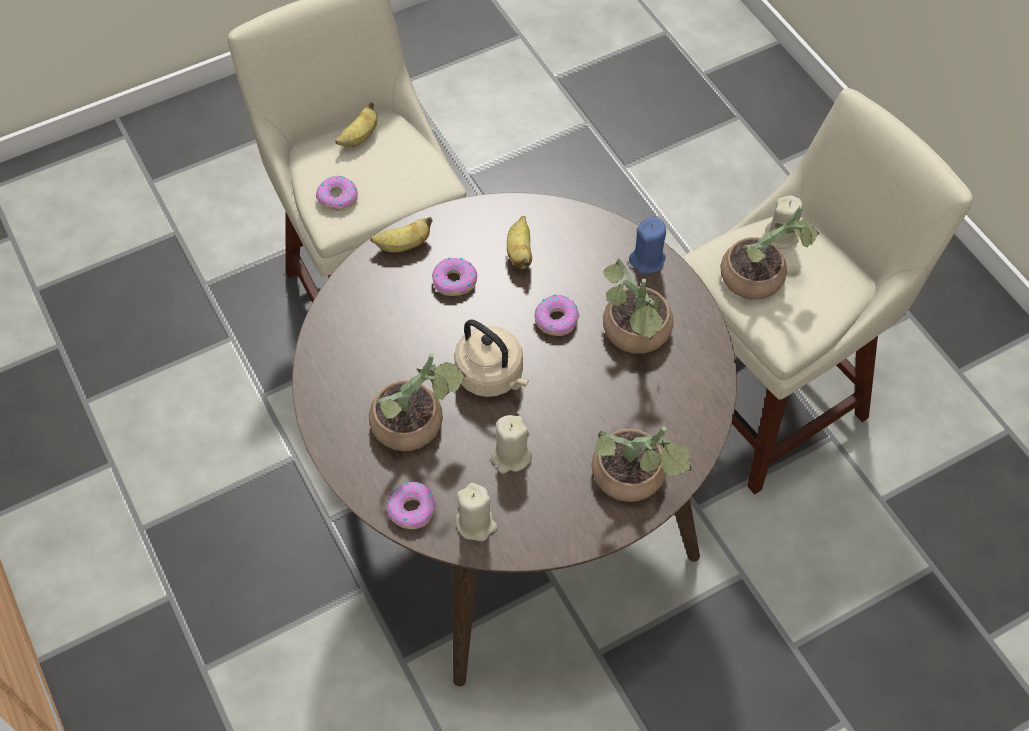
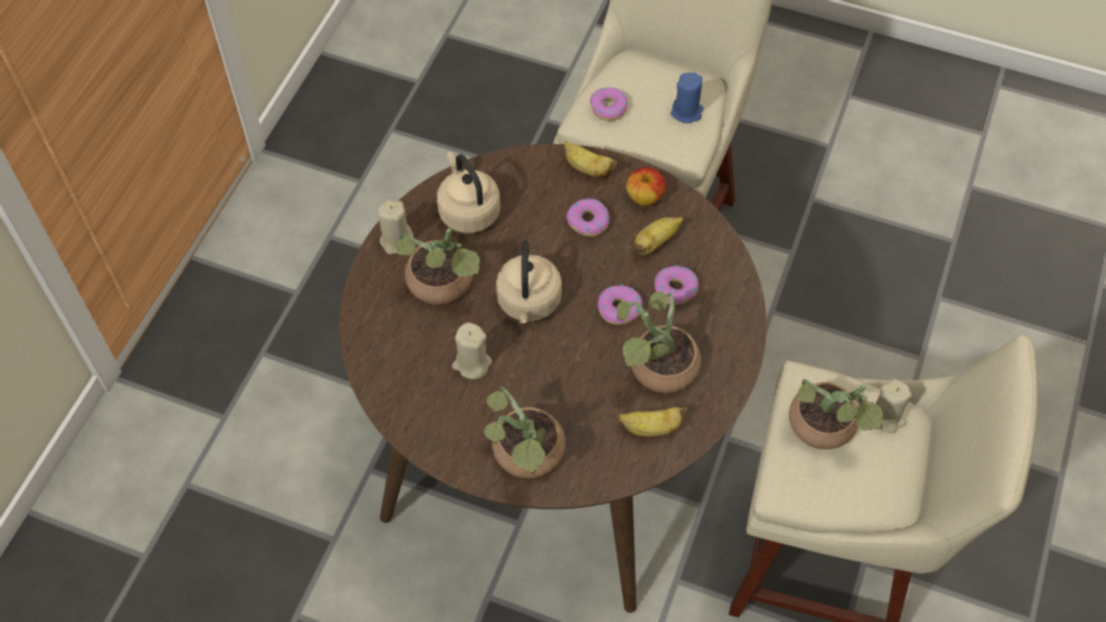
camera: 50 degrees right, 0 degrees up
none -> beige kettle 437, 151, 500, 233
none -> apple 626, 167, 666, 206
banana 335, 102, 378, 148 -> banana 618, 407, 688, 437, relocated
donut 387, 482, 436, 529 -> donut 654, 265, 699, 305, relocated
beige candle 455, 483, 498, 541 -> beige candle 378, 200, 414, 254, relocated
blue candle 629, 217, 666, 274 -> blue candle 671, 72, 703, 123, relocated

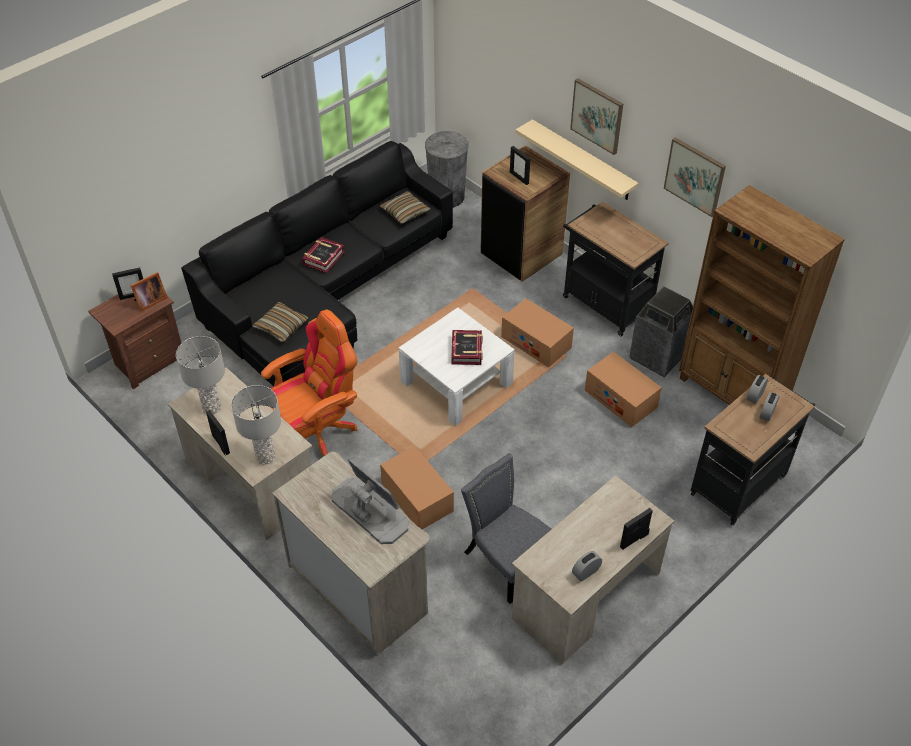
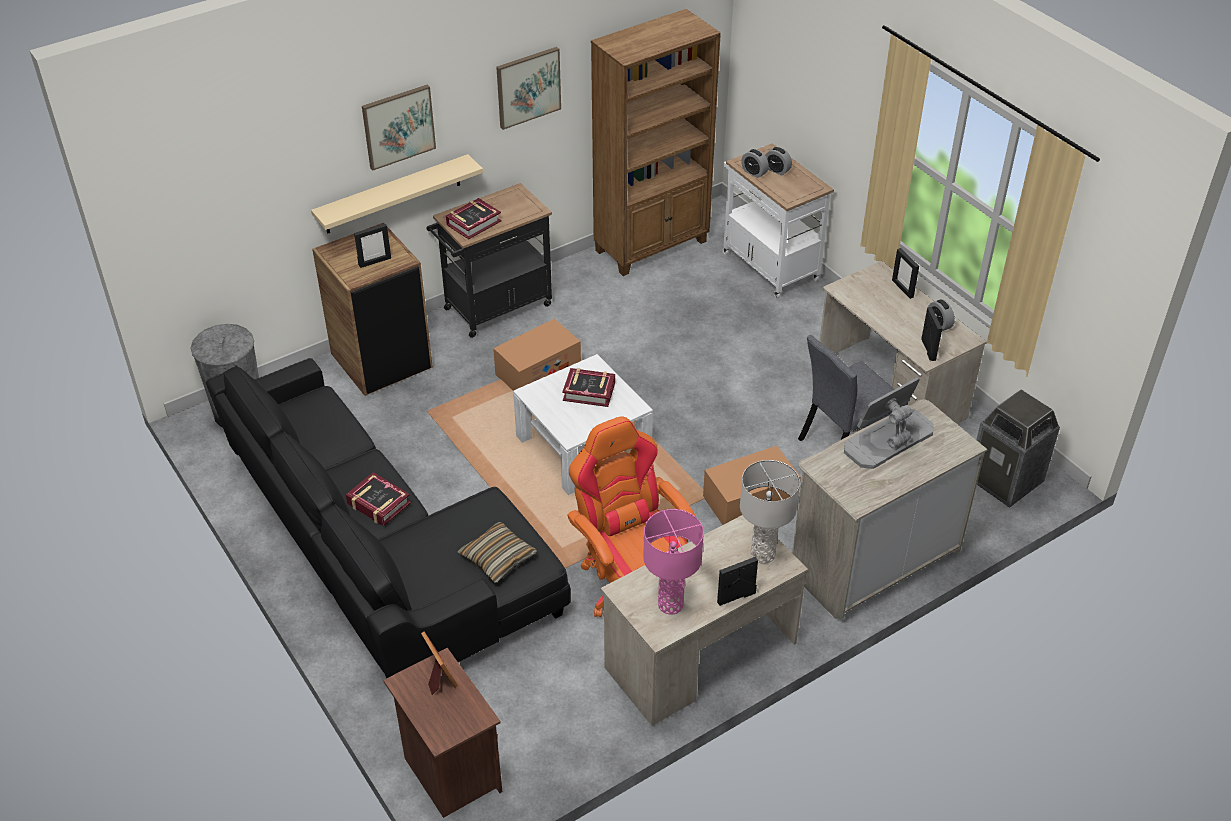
camera: 80 degrees left, 5 degrees down
pillow 380, 191, 430, 224 -> none
cardboard box 585, 351, 662, 427 -> none
none -> book 446, 198, 501, 239
picture frame 112, 267, 143, 300 -> picture frame 921, 307, 942, 361, relocated
trash can 629, 286, 693, 377 -> trash can 976, 389, 1060, 508, relocated
white table lamp 176, 336, 225, 414 -> pink table lamp 643, 509, 704, 615
black cart 690, 374, 815, 526 -> white cart 723, 144, 834, 298

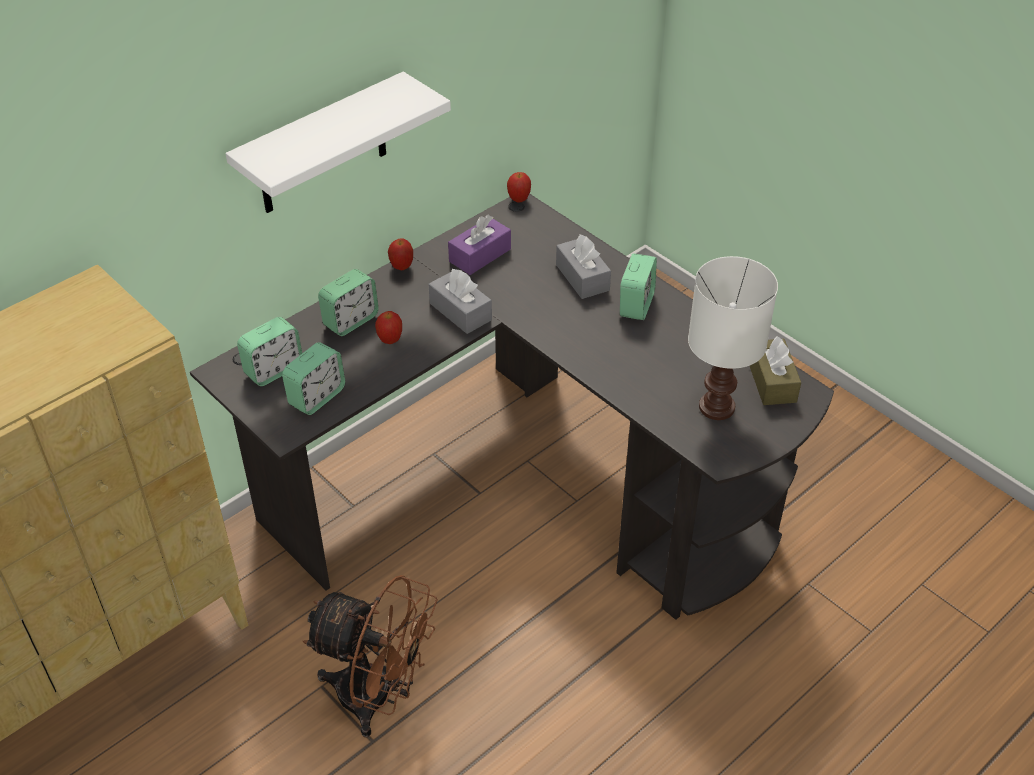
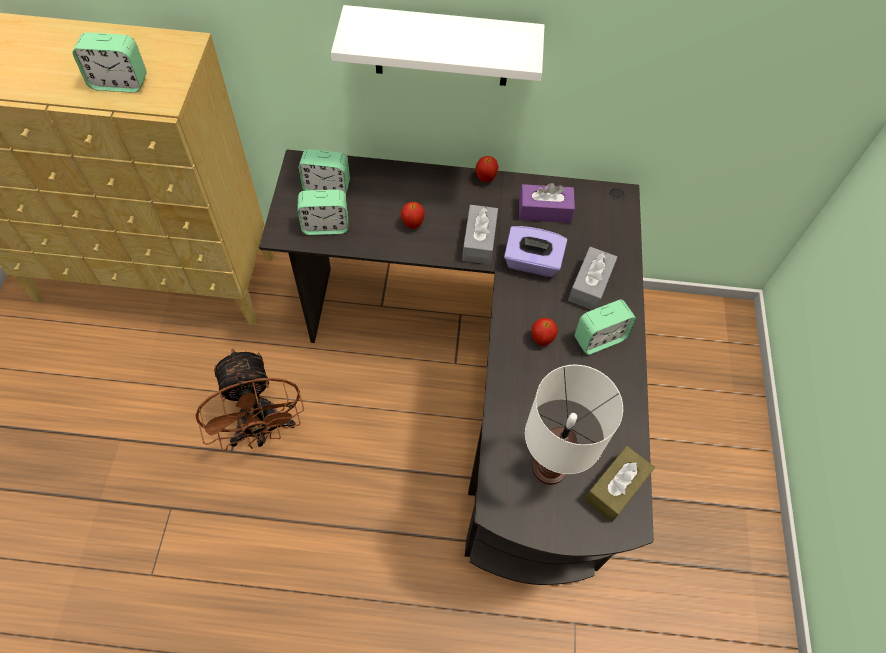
camera: 45 degrees right, 15 degrees up
none -> purple tissue box 504, 226, 567, 277
alarm clock 318, 269, 379, 336 -> alarm clock 72, 32, 147, 93, relocated
apple 507, 172, 531, 203 -> apple 532, 318, 558, 346, relocated

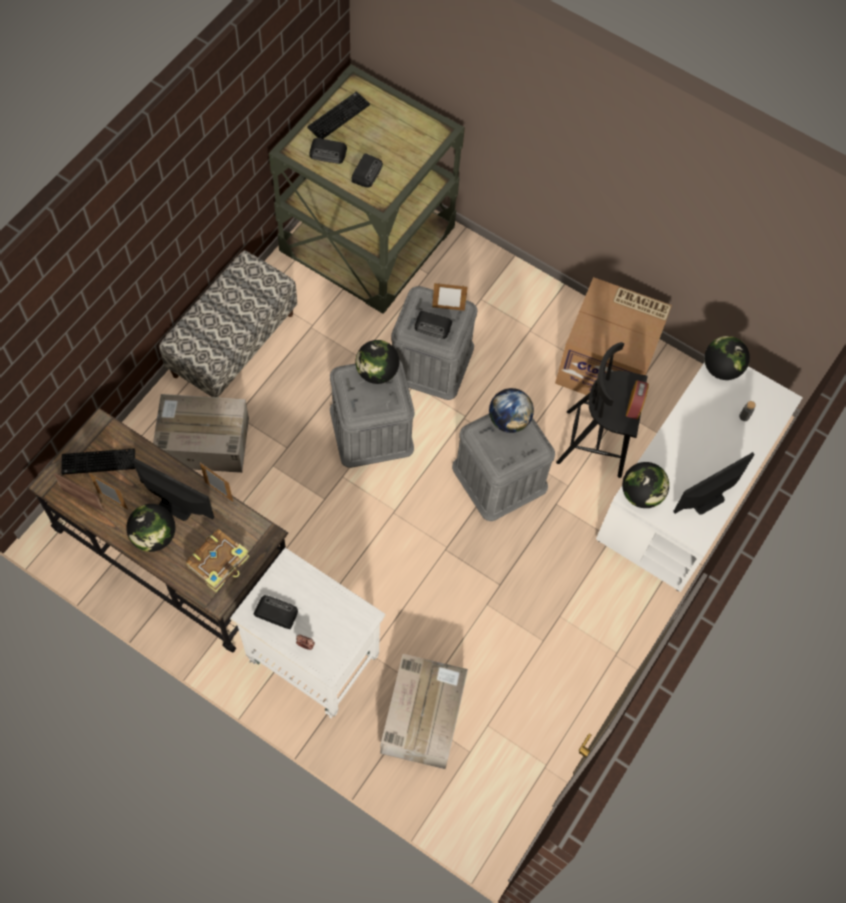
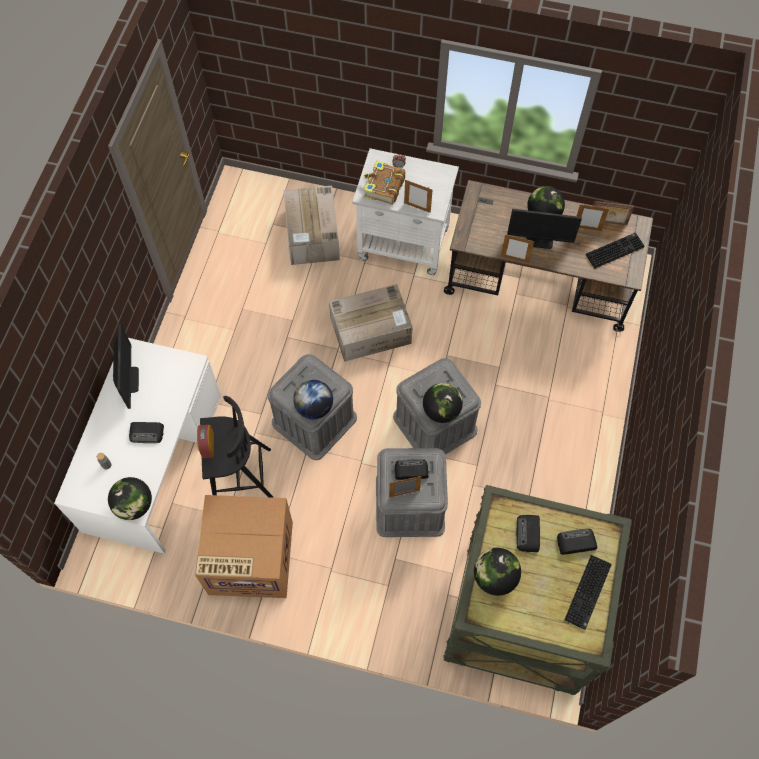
camera: 165 degrees right, 0 degrees up
bench 159, 250, 297, 398 -> none
none -> picture frame 404, 180, 432, 213
cardboard box 153, 394, 249, 473 -> cardboard box 329, 284, 413, 362, relocated
book 186, 529, 250, 592 -> book 363, 160, 405, 205, relocated
radio 254, 595, 298, 629 -> radio 129, 422, 164, 443, relocated
globe 622, 462, 669, 508 -> globe 474, 548, 521, 596, relocated
monitor 673, 452, 755, 515 -> monitor 113, 324, 139, 409, 45 degrees counterclockwise

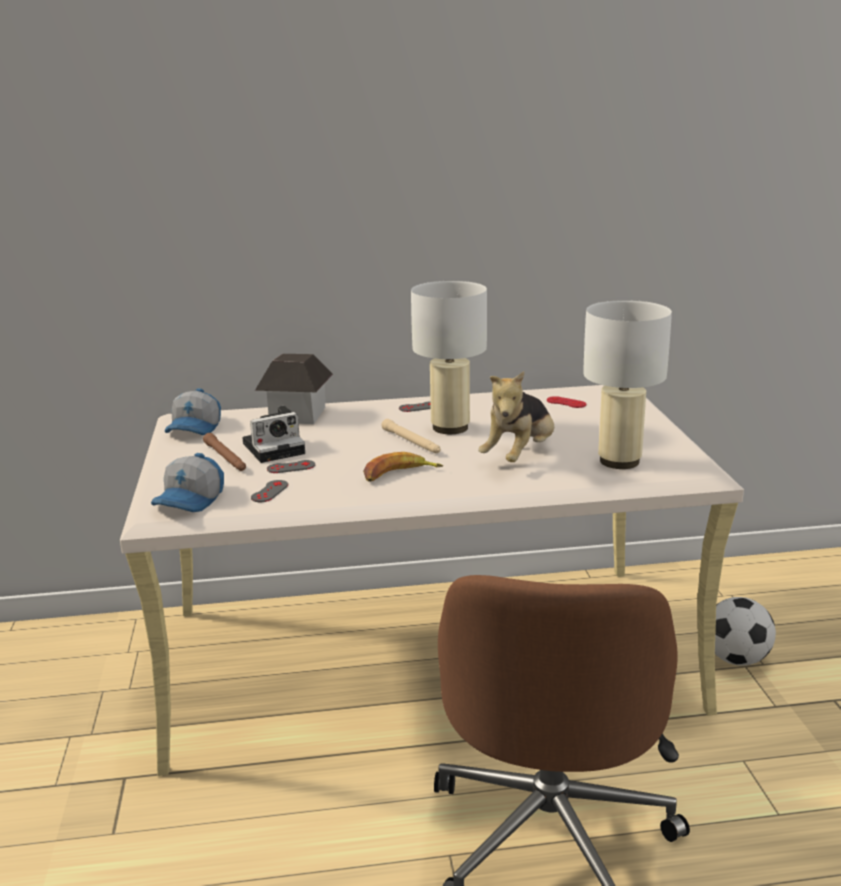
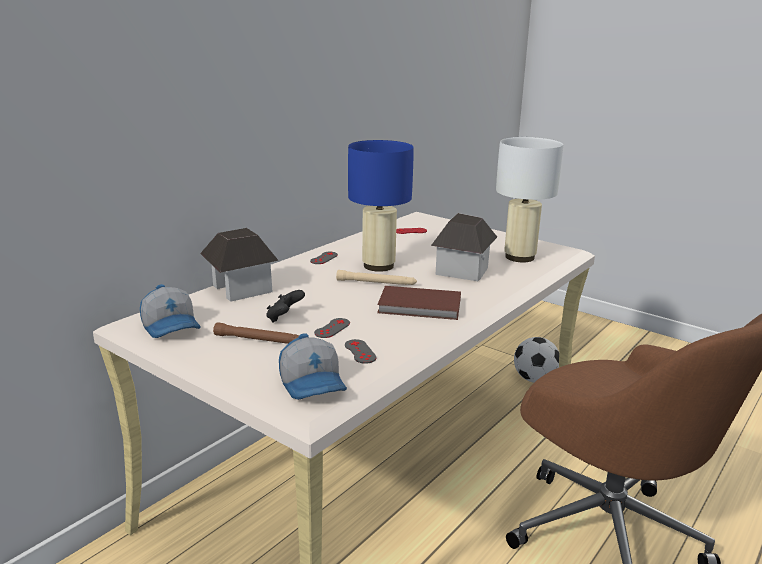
camera: 45 degrees left, 0 degrees up
photo camera 242, 406, 305, 463 -> black game controller 266, 290, 305, 323
banana 363, 452, 443, 482 -> brown book 377, 286, 461, 320
plush toy 478, 371, 554, 462 -> toy house 431, 213, 497, 281
white table lamp 411, 281, 487, 434 -> blue table lamp 348, 140, 414, 272

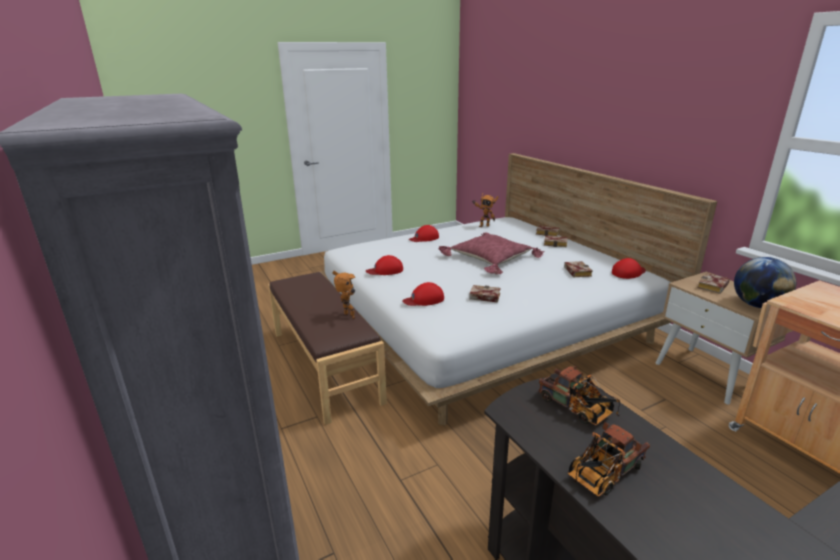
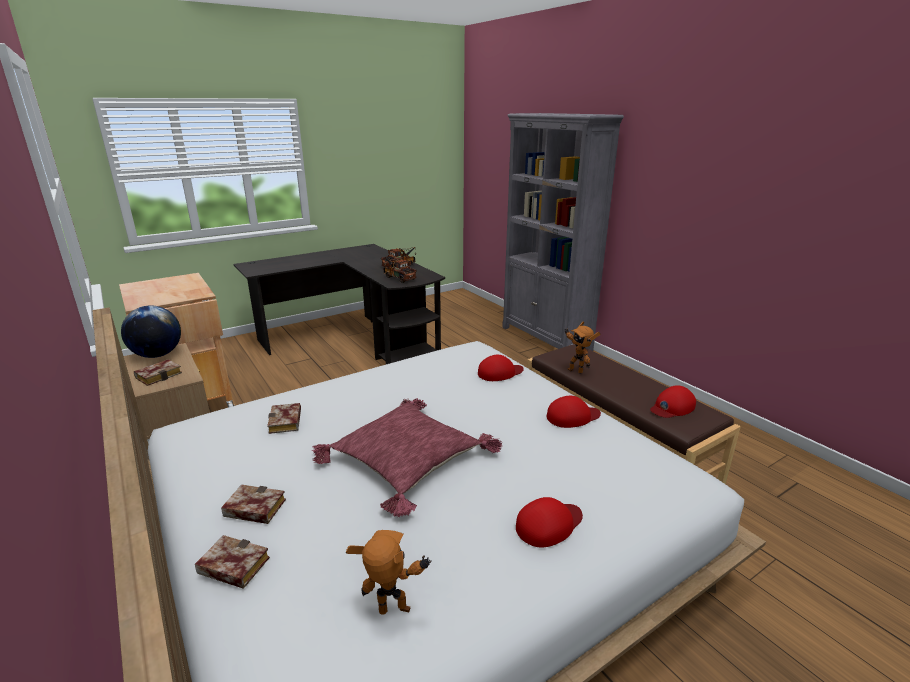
camera: 175 degrees right, 0 degrees up
book 469, 285, 501, 303 -> none
red cap 612, 258, 646, 279 -> red cap 650, 385, 696, 418, relocated

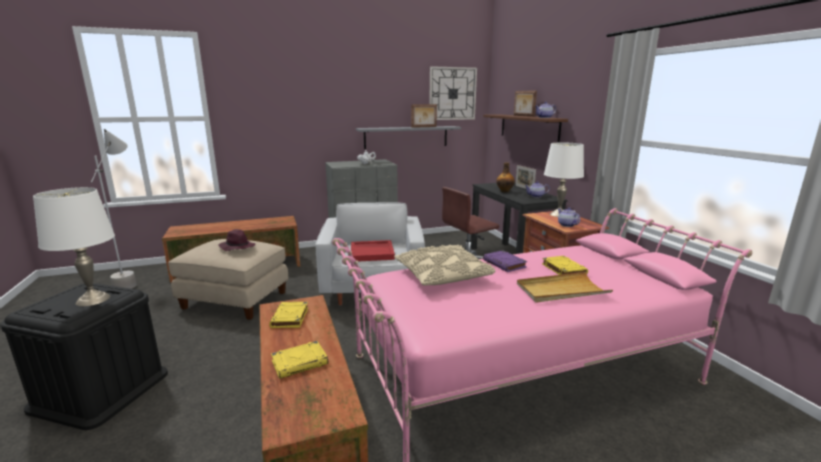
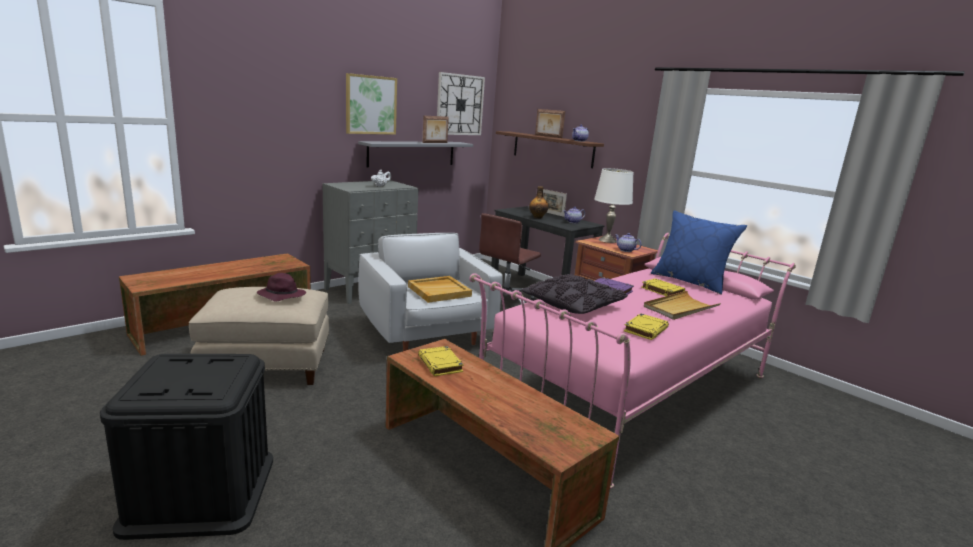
camera: 25 degrees left, 0 degrees up
white table lamp 33, 187, 115, 306 -> none
grey floor lamp 91, 129, 137, 289 -> none
none -> picture 346, 73, 397, 135
none -> blue pillow 651, 210, 747, 295
yellow book 271, 341, 328, 379 -> yellow book 624, 313, 669, 340, relocated
red tray 351, 240, 395, 262 -> beige tray 408, 276, 472, 303
beige pillow 394, 245, 496, 285 -> black pillow 521, 274, 628, 314

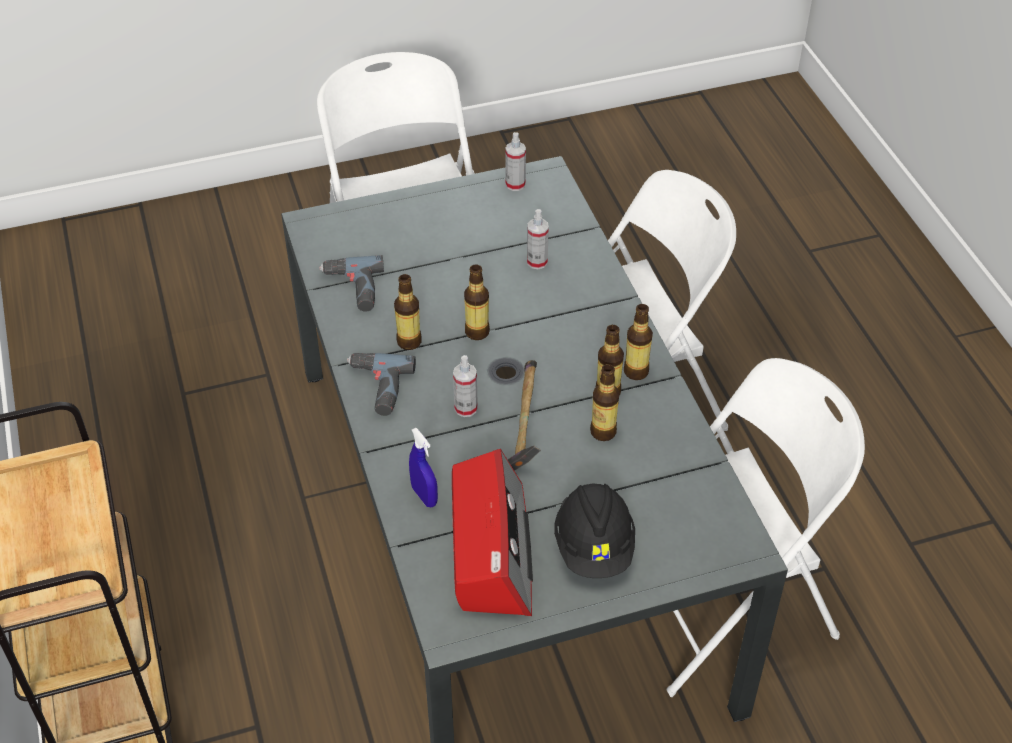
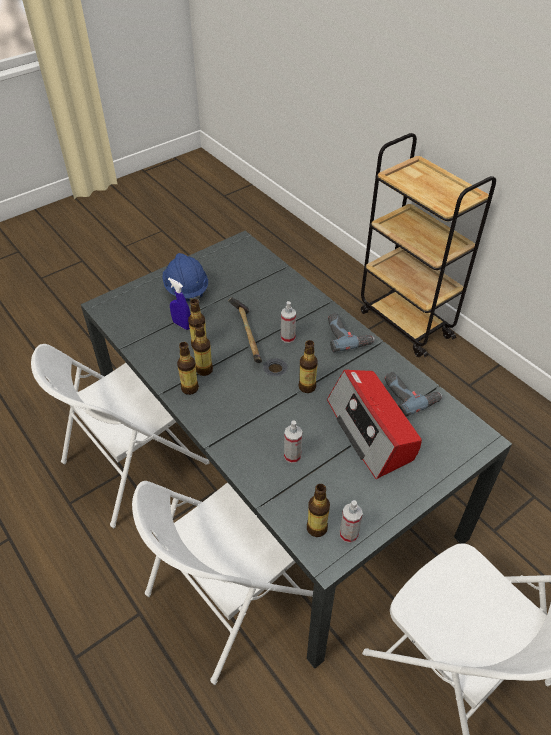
camera: 160 degrees right, 0 degrees up
bottle 394, 274, 422, 350 -> bottle 307, 484, 330, 537, relocated
blue spray bottle 409, 428, 438, 507 -> blue spray bottle 168, 278, 191, 330, relocated
radio 452, 449, 533, 616 -> radio 327, 370, 422, 480, relocated
black hard hat 554, 483, 635, 578 -> blue hard hat 163, 253, 208, 302

